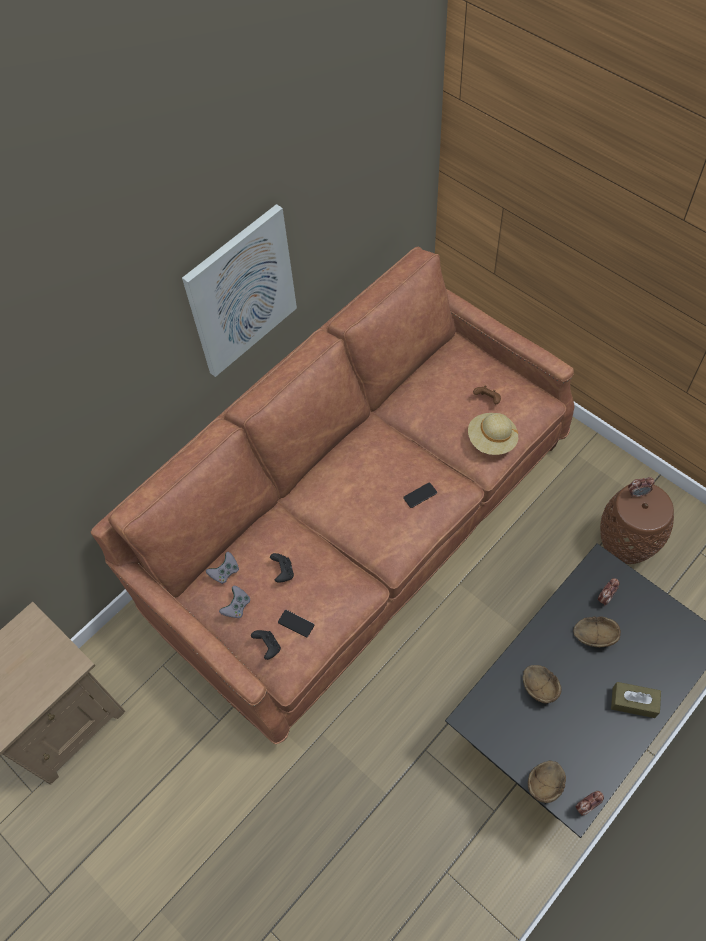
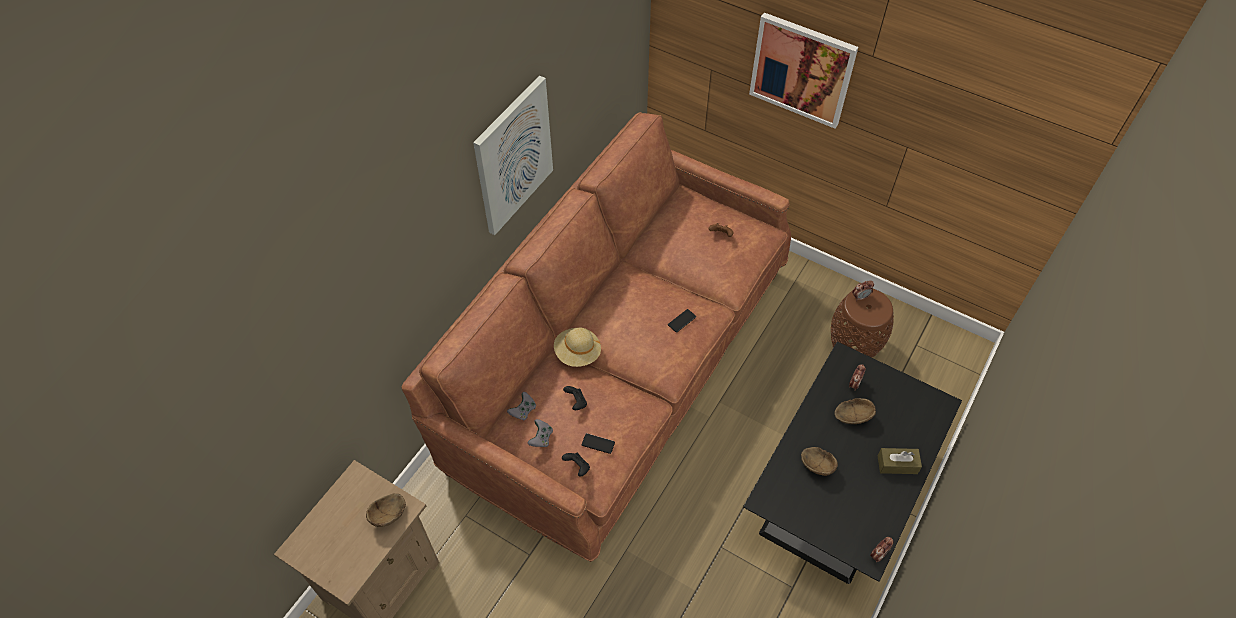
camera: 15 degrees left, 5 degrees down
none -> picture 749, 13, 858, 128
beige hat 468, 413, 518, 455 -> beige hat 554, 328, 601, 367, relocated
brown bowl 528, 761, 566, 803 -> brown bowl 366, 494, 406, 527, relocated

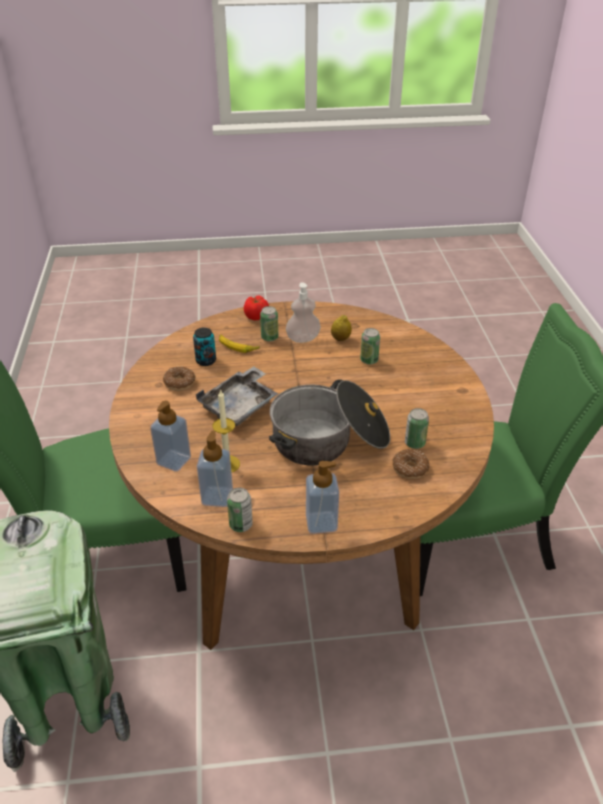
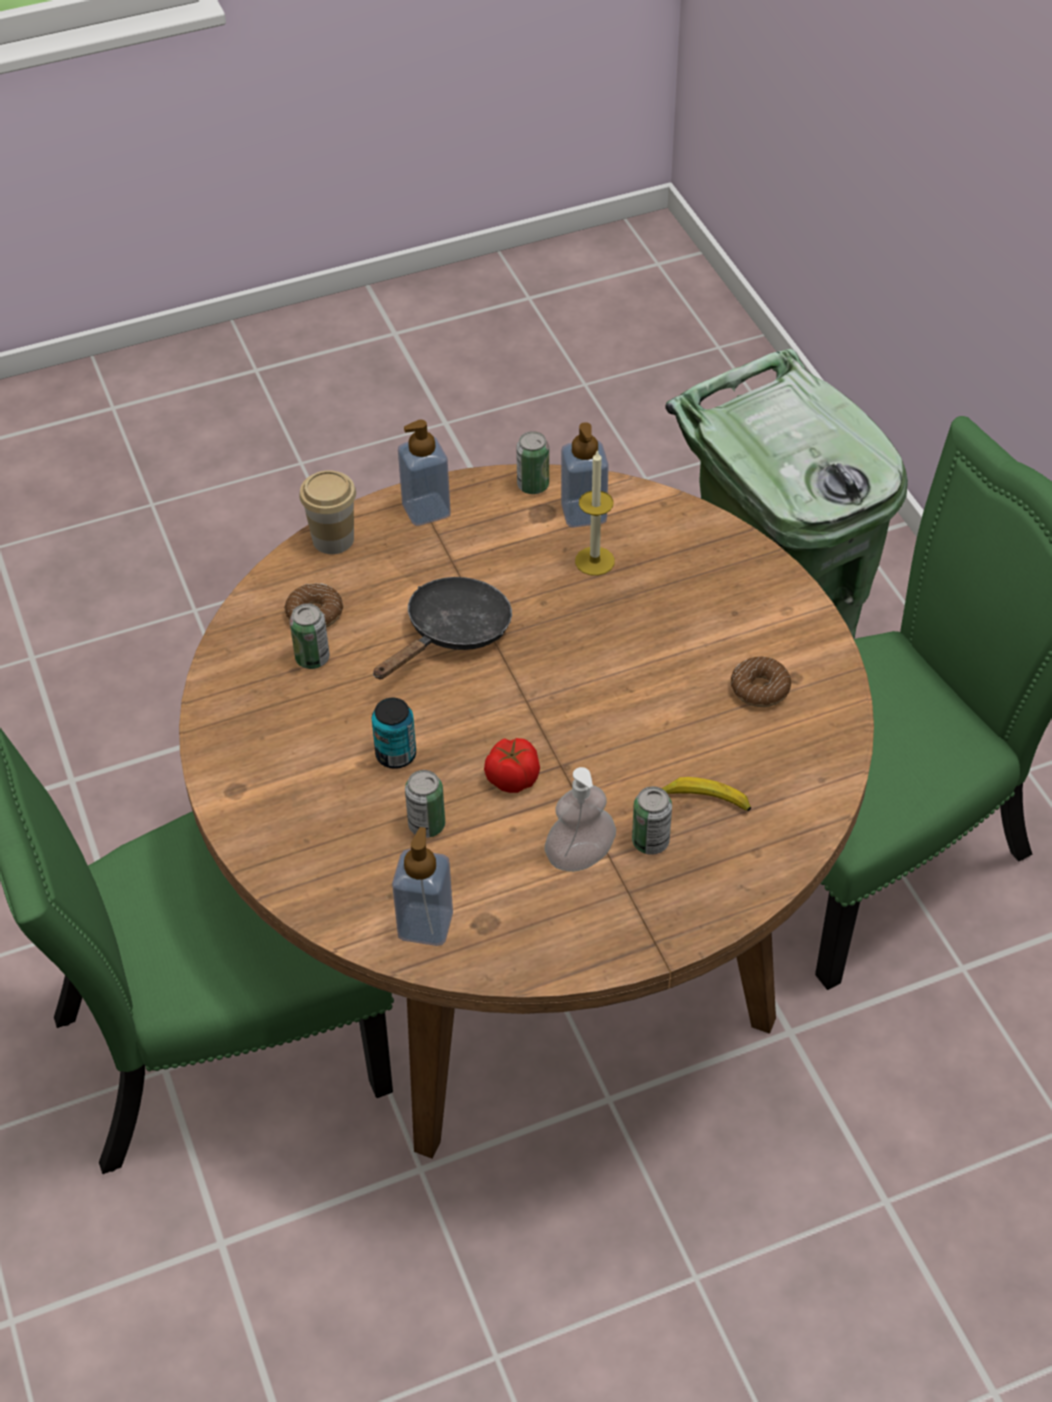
camera: 165 degrees right, 10 degrees up
grey tray 196, 367, 279, 426 -> none
lemon 331, 315, 352, 341 -> none
none -> cup 299, 470, 356, 554
soap dispenser 150, 401, 191, 472 -> soap dispenser 392, 827, 453, 946, relocated
can 193, 327, 216, 366 -> can 371, 698, 416, 769, relocated
tomato 244, 295, 269, 320 -> tomato 484, 738, 540, 793, relocated
cooking pot 269, 379, 390, 465 -> black frying pan 373, 577, 512, 680

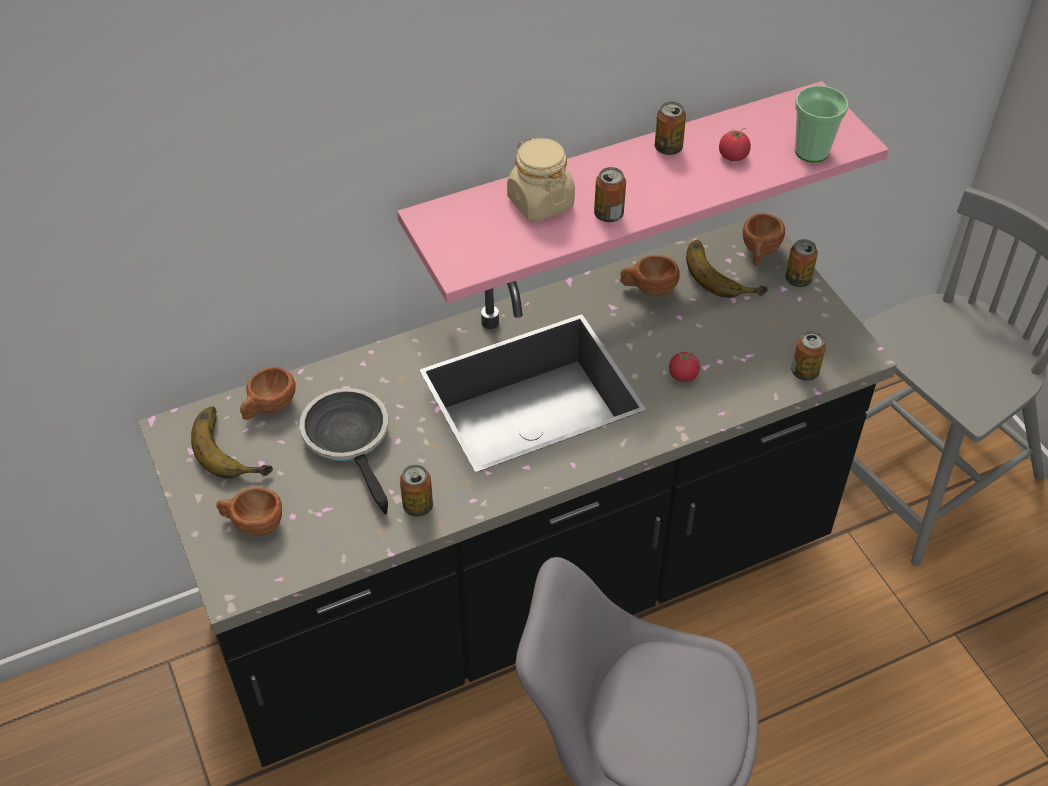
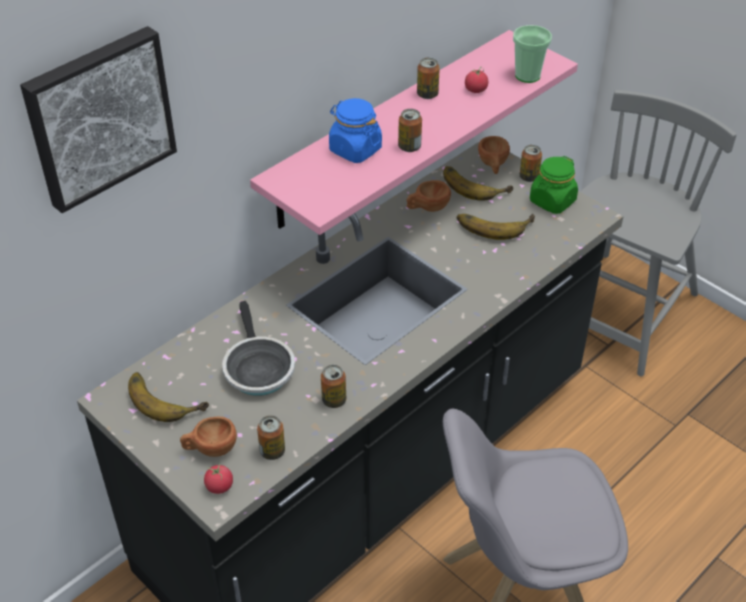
camera: 20 degrees left, 5 degrees down
brown cup 240, 367, 296, 420 -> none
none -> picture 20, 26, 177, 213
none -> banana 457, 214, 535, 240
none -> green jar 530, 156, 578, 214
tomato 669, 351, 700, 382 -> tomato 204, 464, 233, 494, relocated
can 791, 331, 826, 381 -> can 257, 415, 285, 460, relocated
beige jar 507, 138, 575, 222 -> blue jar 329, 98, 382, 163
frying pan 300, 388, 388, 514 -> frying pan 222, 301, 295, 396, 150 degrees counterclockwise

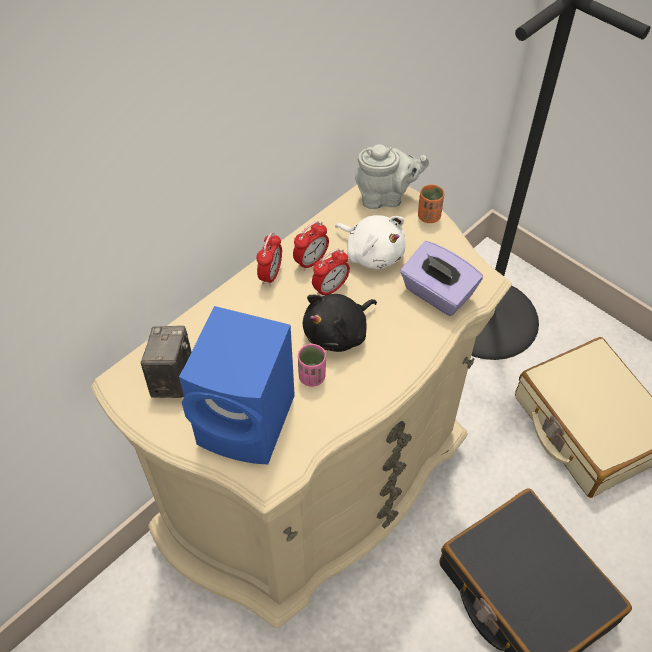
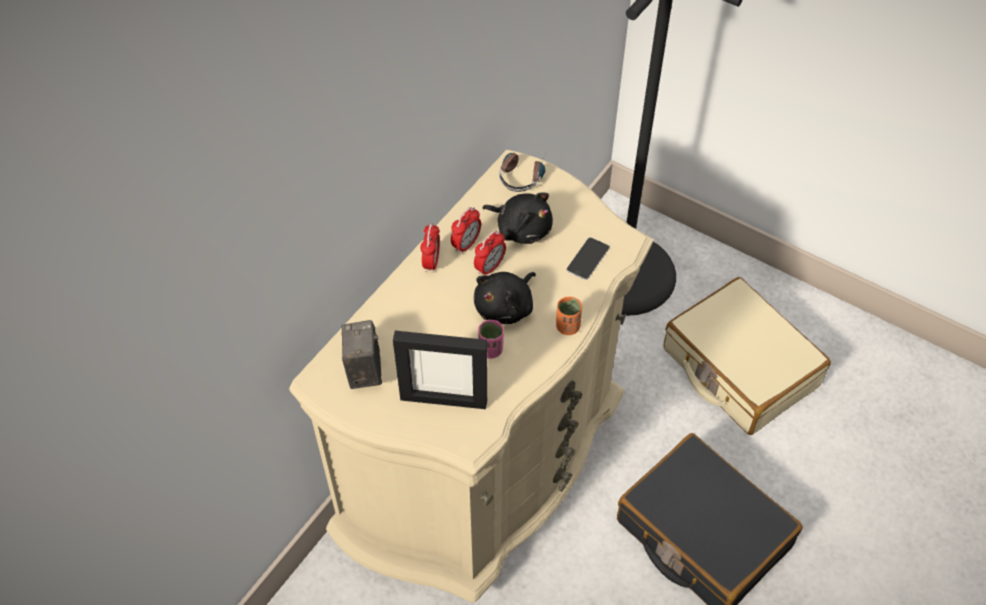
camera: 10 degrees left, 0 degrees up
orange cup 418, 184, 444, 223 -> orange cup 556, 297, 582, 335, relocated
blue speaker 179, 306, 295, 464 -> picture frame 393, 331, 487, 409
grey teapot 355, 144, 429, 209 -> headphones 499, 151, 548, 192
purple tissue box 400, 241, 483, 316 -> phone 566, 237, 610, 280
white plush toy 336, 215, 406, 269 -> black plush toy 482, 192, 553, 244

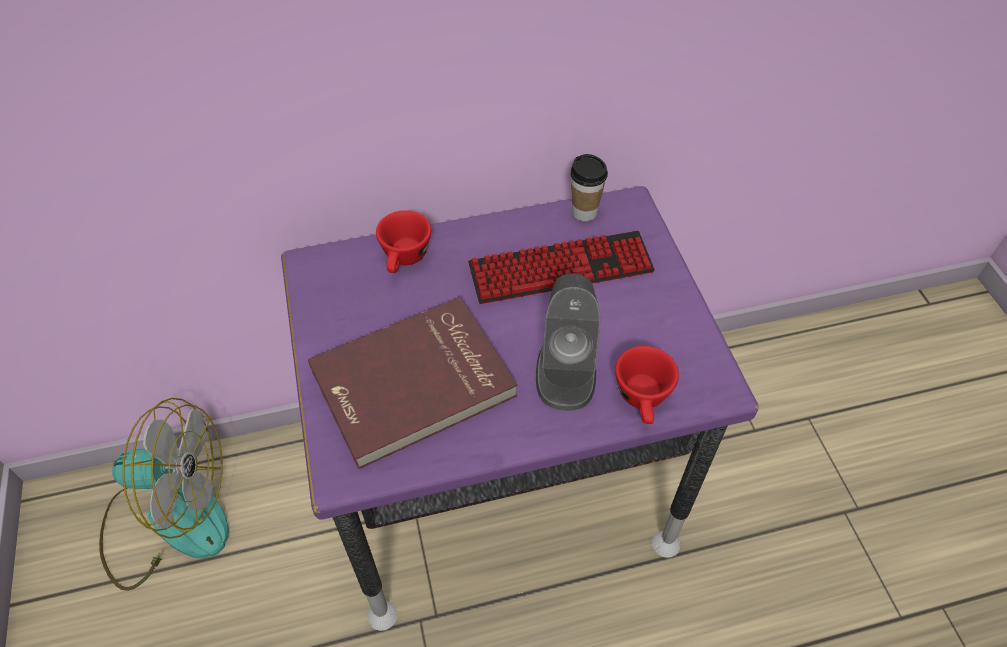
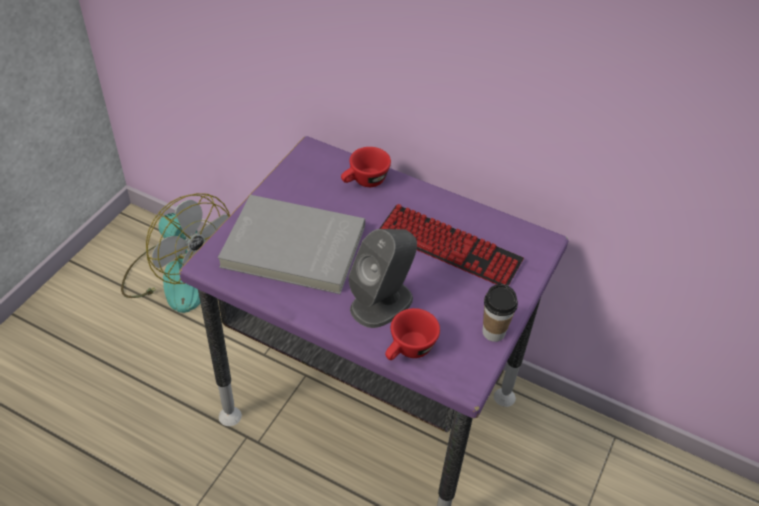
camera: 40 degrees right, 5 degrees down
cup 570, 154, 608, 221 -> cup 483, 284, 518, 342, relocated
red book 308, 297, 518, 469 -> grey book 218, 195, 365, 294

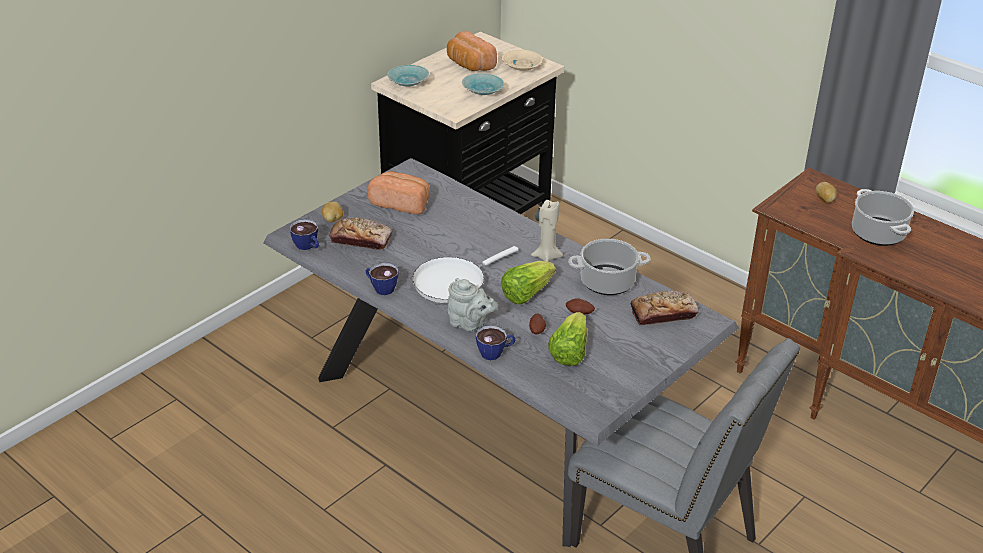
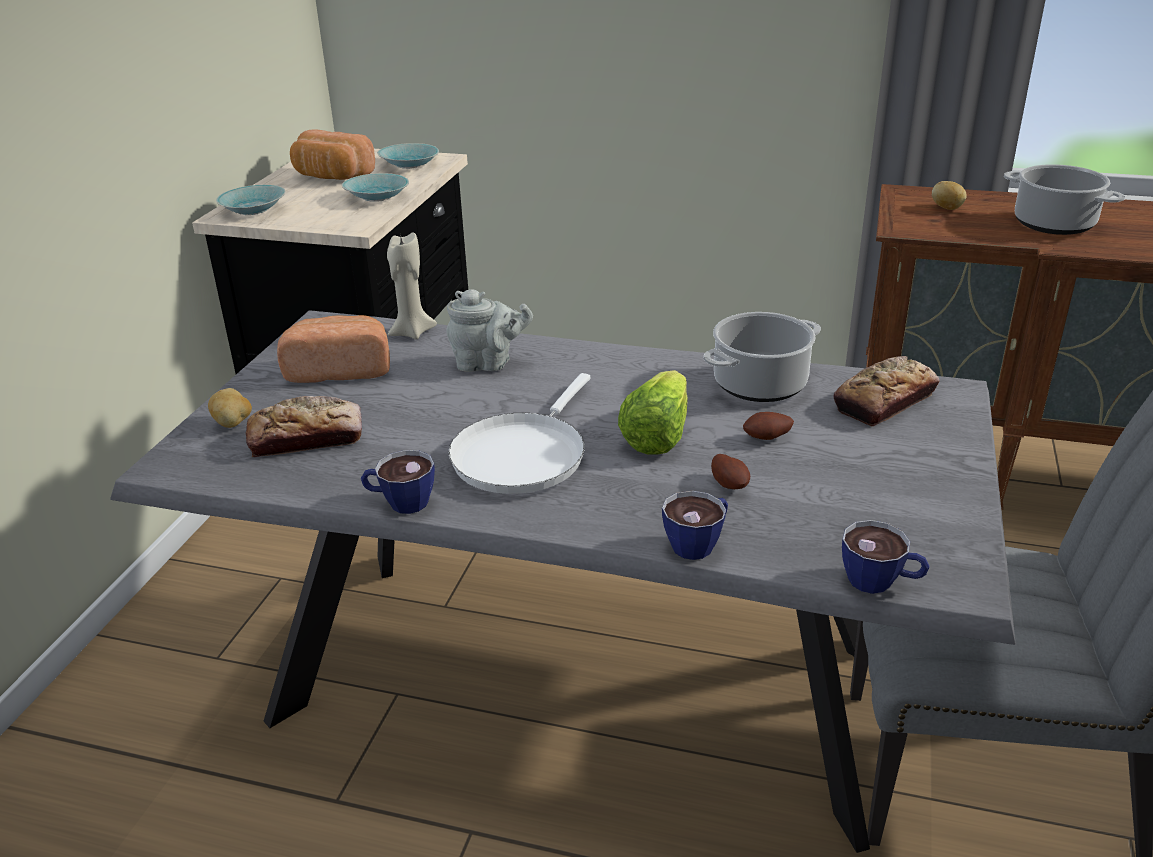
camera: 25 degrees left, 5 degrees down
lettuce 548, 312, 587, 366 -> none
cup 290, 219, 319, 250 -> cup 842, 520, 929, 594, relocated
grey teapot 448, 278, 499, 332 -> grey teapot 447, 289, 533, 372, relocated
beige candle 531, 200, 563, 262 -> beige candle 387, 232, 437, 339, relocated
beige bowl 502, 50, 542, 71 -> turquoise bowl 377, 143, 439, 169

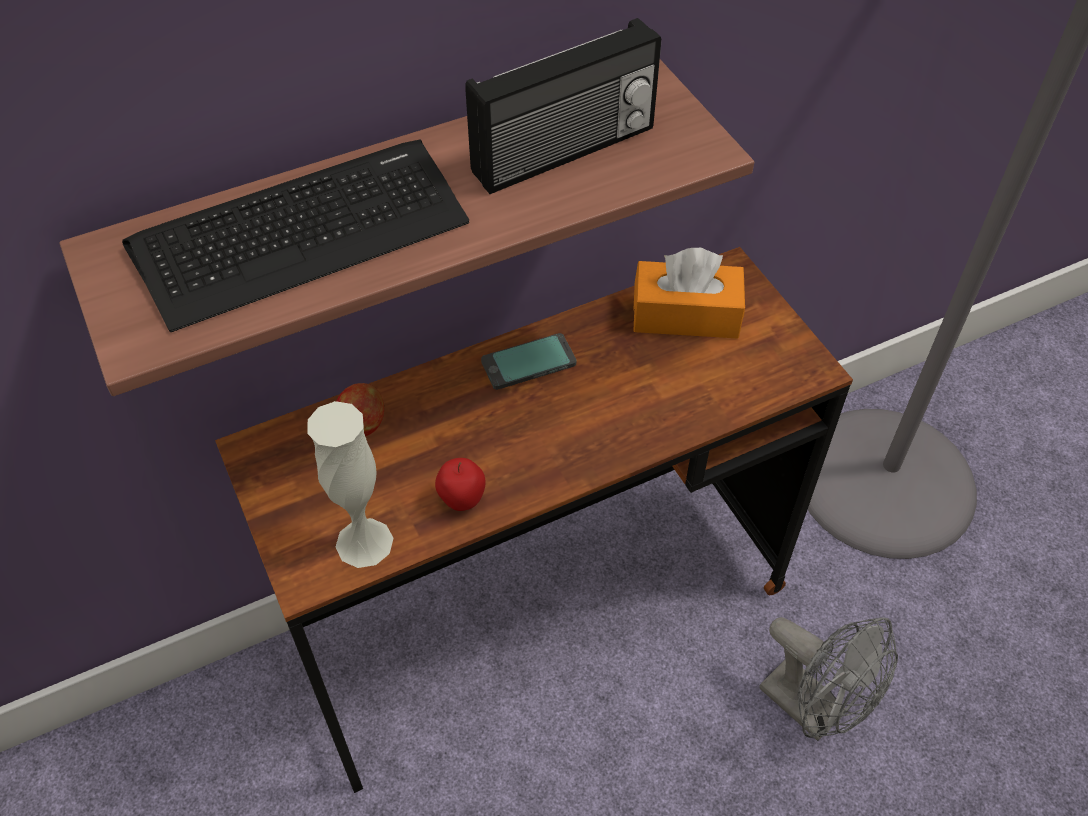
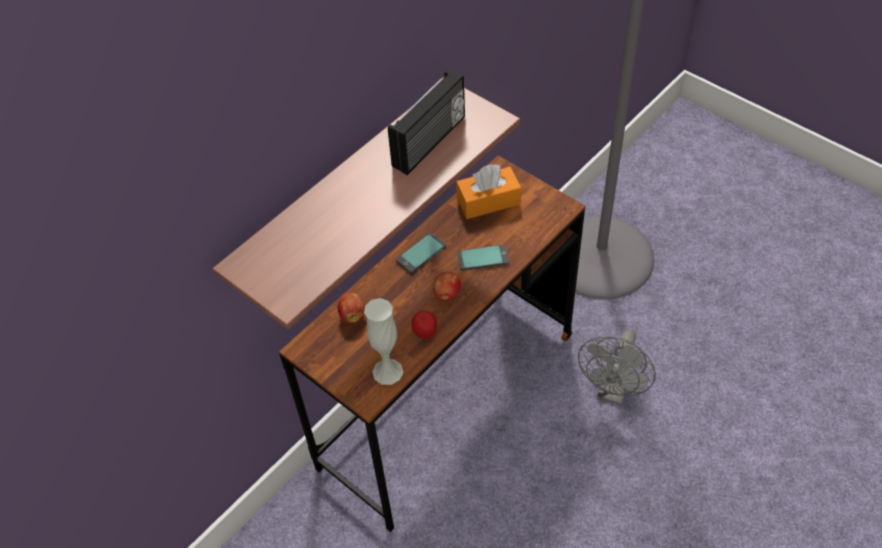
camera: 20 degrees left, 0 degrees up
keyboard 122, 139, 469, 332 -> none
none -> apple 433, 271, 461, 301
none -> phone 457, 245, 509, 271
grey fan 759, 617, 898, 741 -> grey fan 578, 329, 656, 406, 90 degrees clockwise

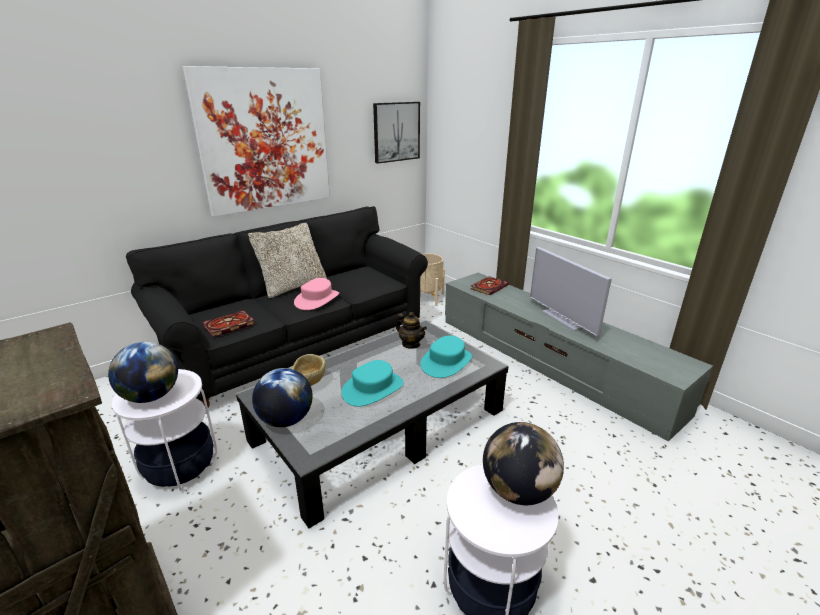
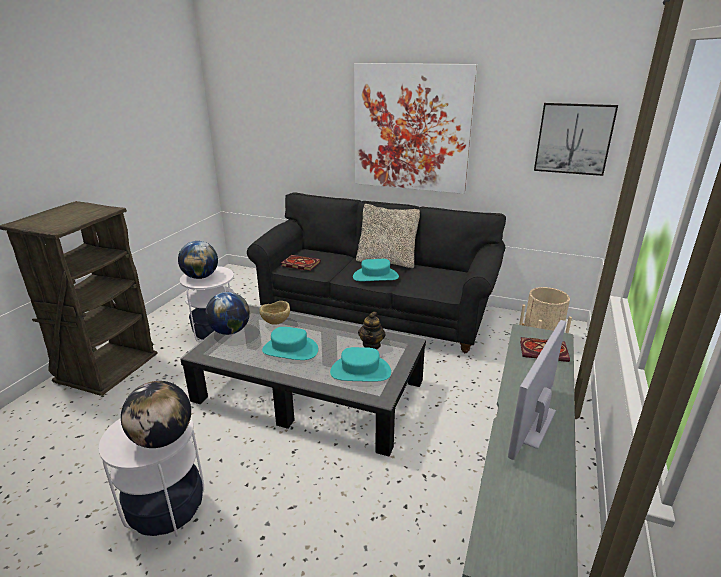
camera: 60 degrees right, 0 degrees up
pink hat 294, 278, 339, 310 -> turquoise hat 353, 259, 399, 281

